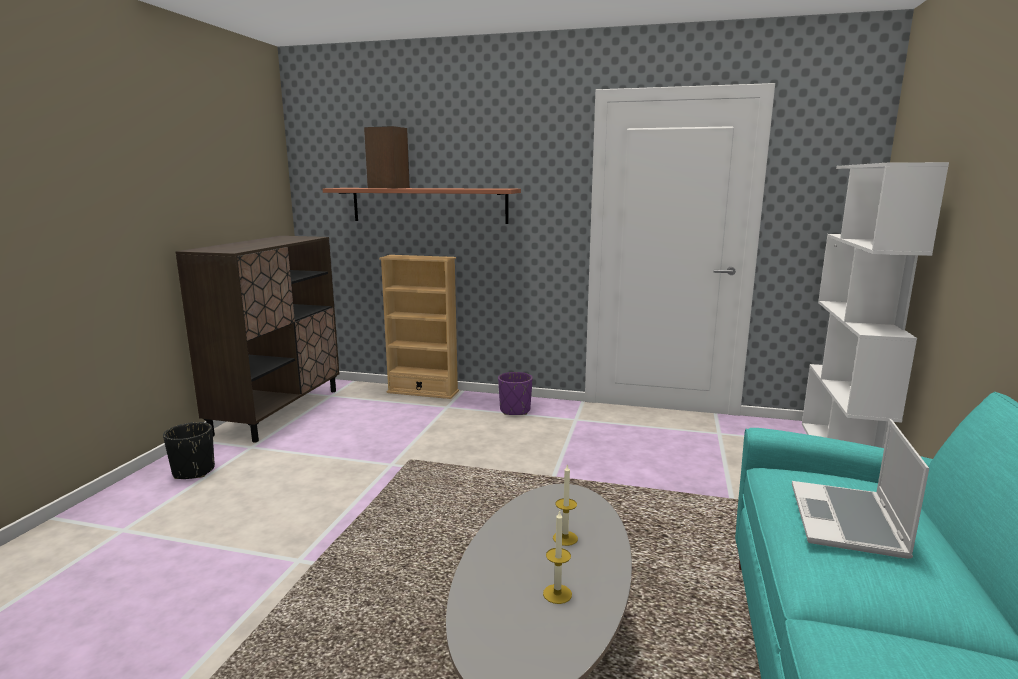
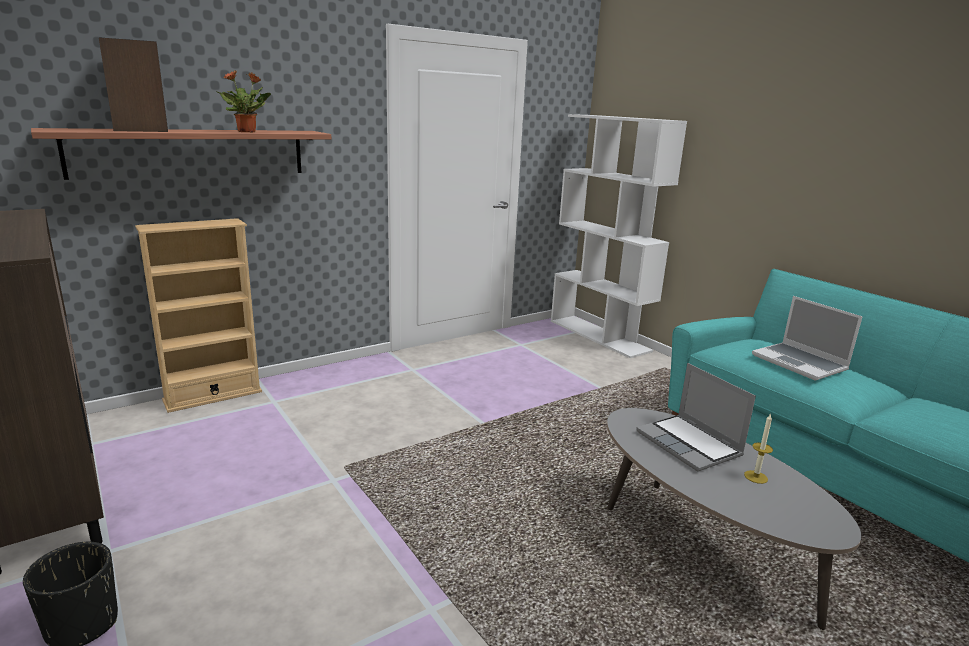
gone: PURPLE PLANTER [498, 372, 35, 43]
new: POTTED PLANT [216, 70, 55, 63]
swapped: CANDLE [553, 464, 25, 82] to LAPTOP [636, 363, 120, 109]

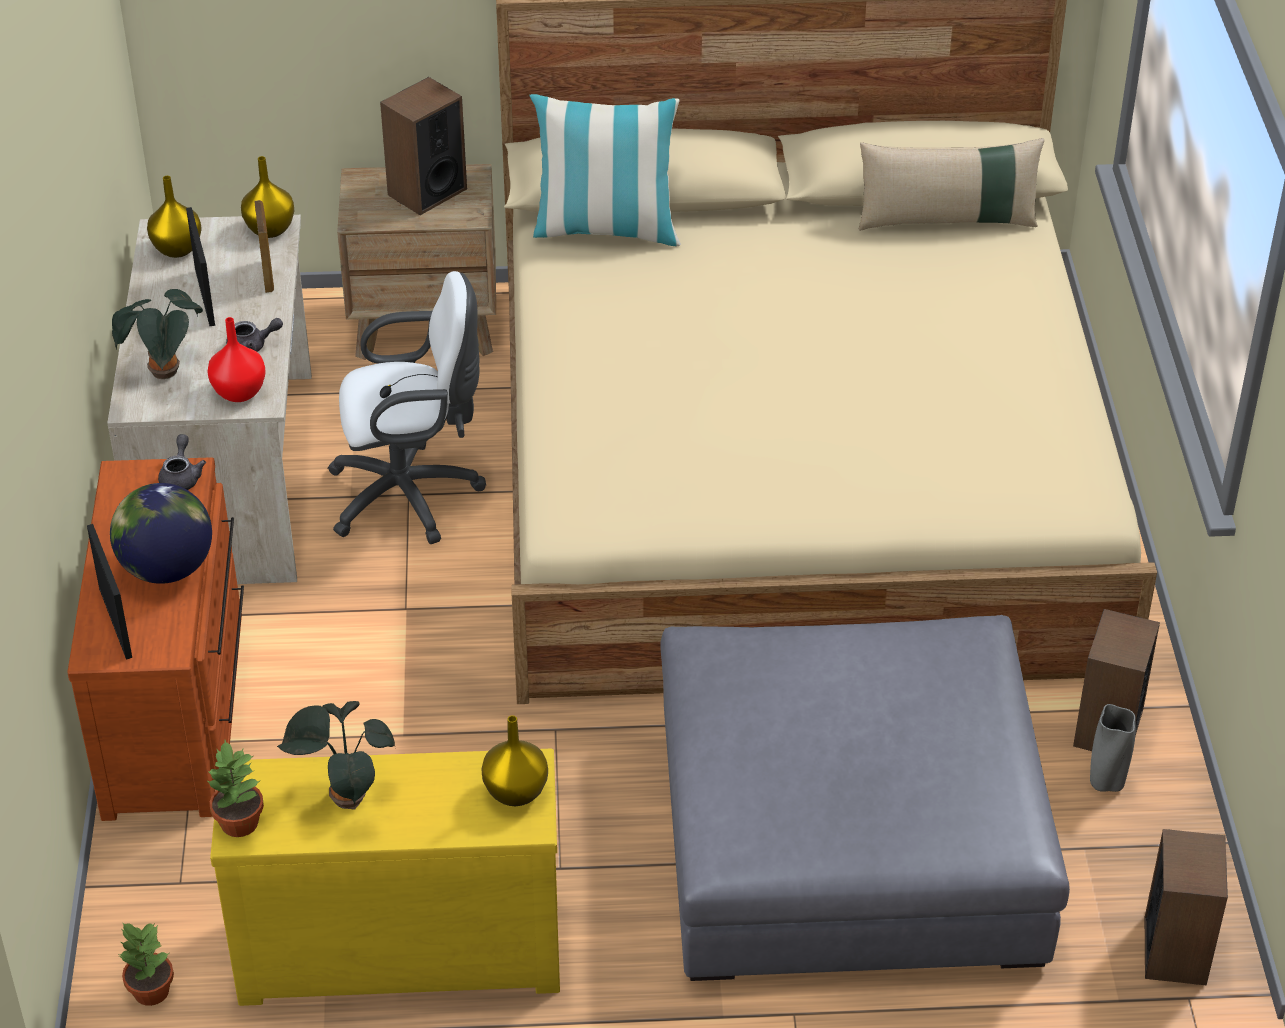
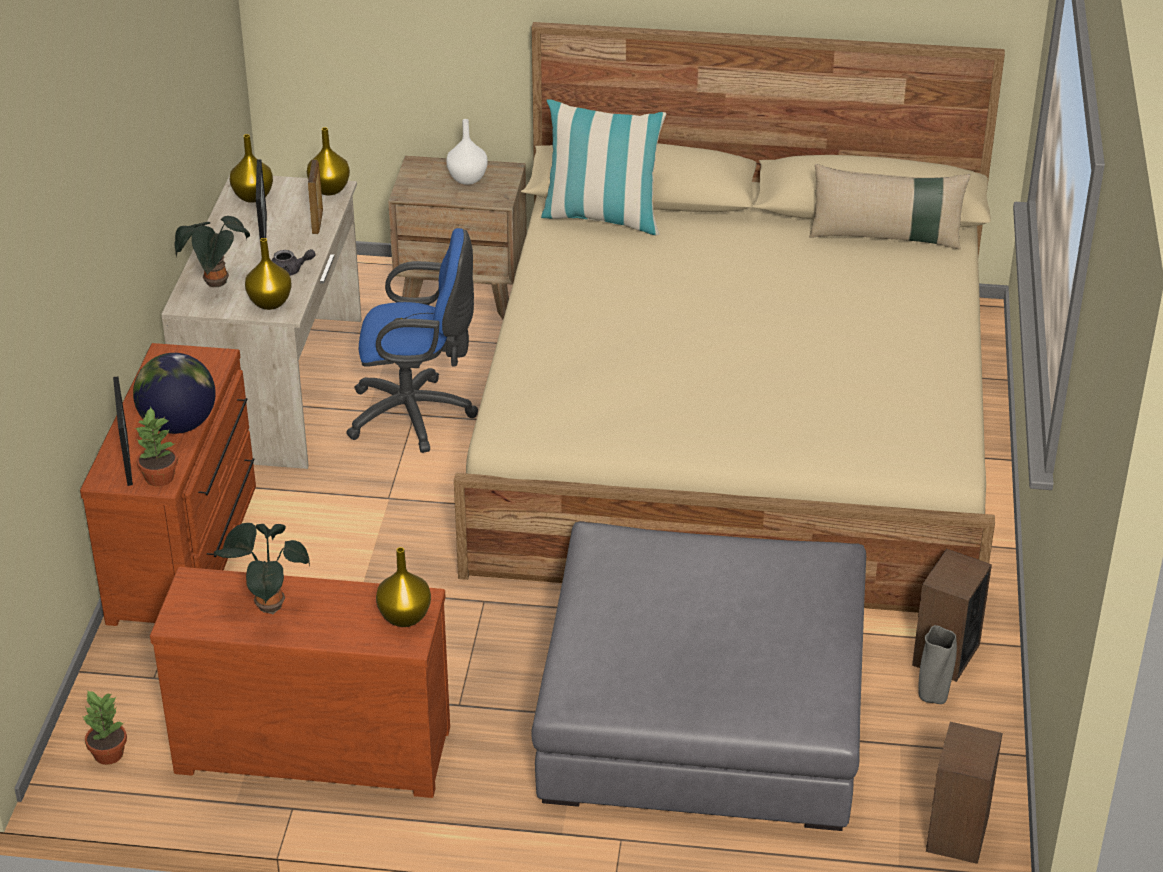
gone: GREY TEAPOT [158, 434, 48, 56]
shifted: POTTED PLANT [206, 740, 58, 97] to [135, 407, 43, 79]
swapped: SPEAKER [380, 77, 87, 138] to WHITE VASE [446, 119, 42, 66]
repainted: YELLOW DRESSER [210, 748, 350, 258] to BROWN DRESSER [150, 567, 300, 231]; RED VASE [207, 317, 59, 85] to YELLOW VASE [245, 238, 46, 72]; WHITE OFFICE CHAIR [328, 271, 158, 273] to BLUE OFFICE CHAIR [346, 228, 132, 225]

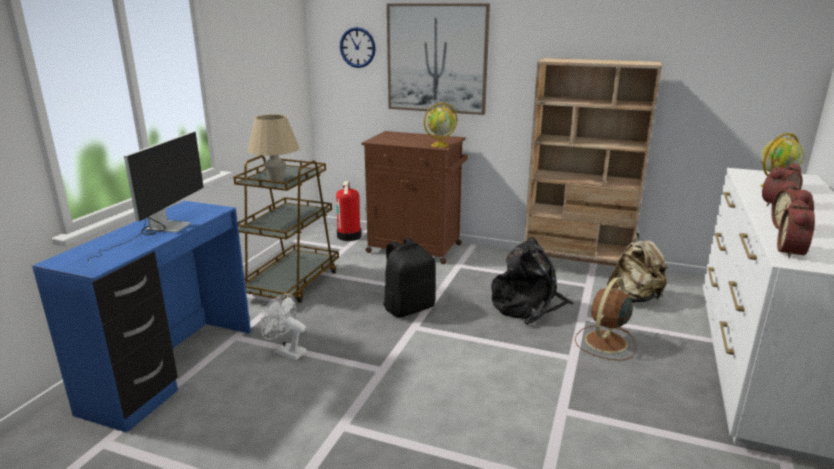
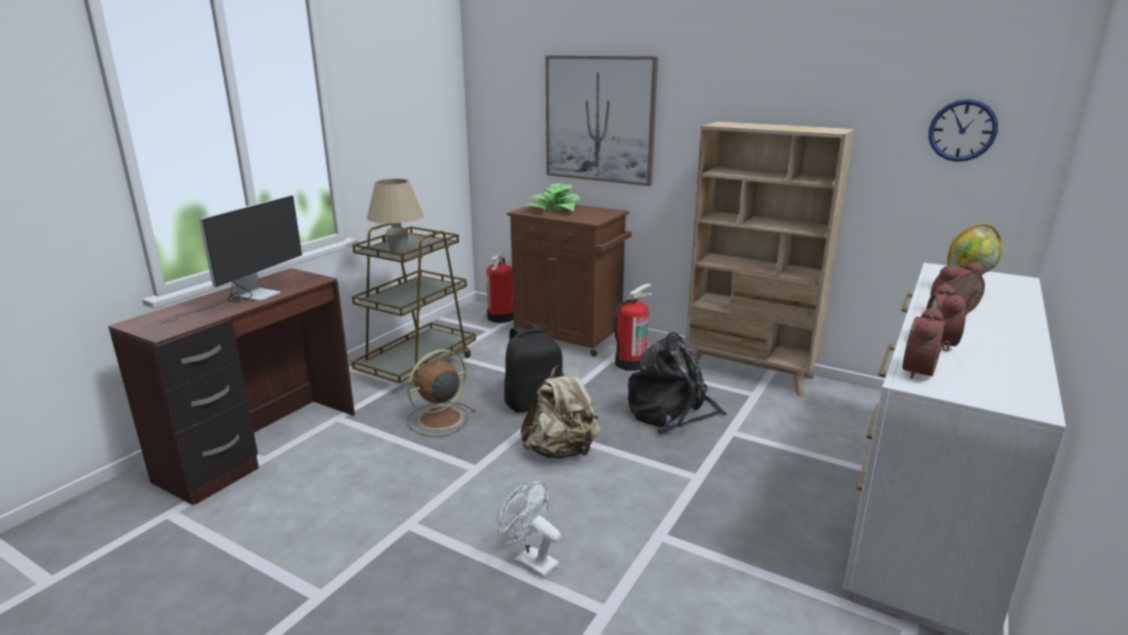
gone: GLOBE [424, 103, 34, 44]
new: POTTED PLANT [526, 183, 57, 30]; FIRE EXTINGUISHER [614, 283, 39, 88]
shifted: BROWN FAN [575, 277, 61, 84] to [407, 350, 68, 87]; WHITE FAN [261, 294, 46, 66] to [497, 481, 64, 98]; BEIGE BACKPACK [607, 233, 62, 70] to [521, 365, 80, 94]; WALL CLOCK [340, 27, 36, 41] to [928, 99, 70, 63]
repainted: BLUE DESK [32, 201, 219, 232] to BROWN DESK [108, 268, 247, 238]

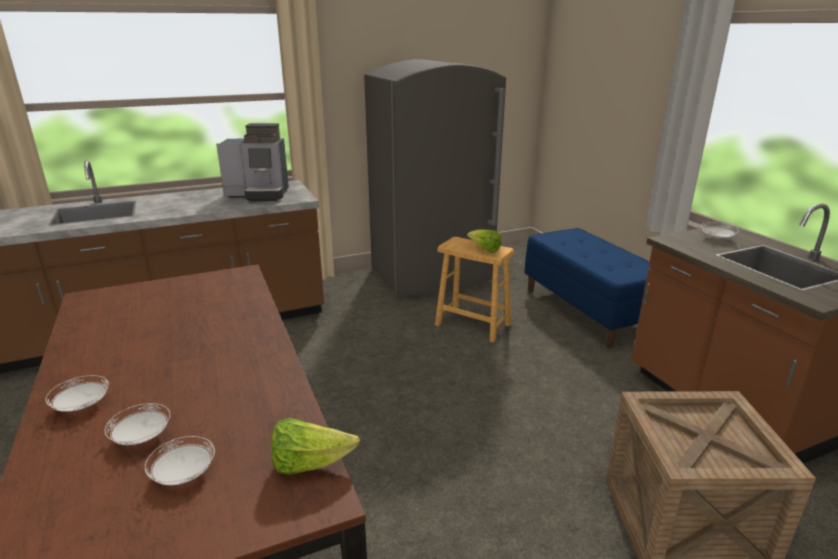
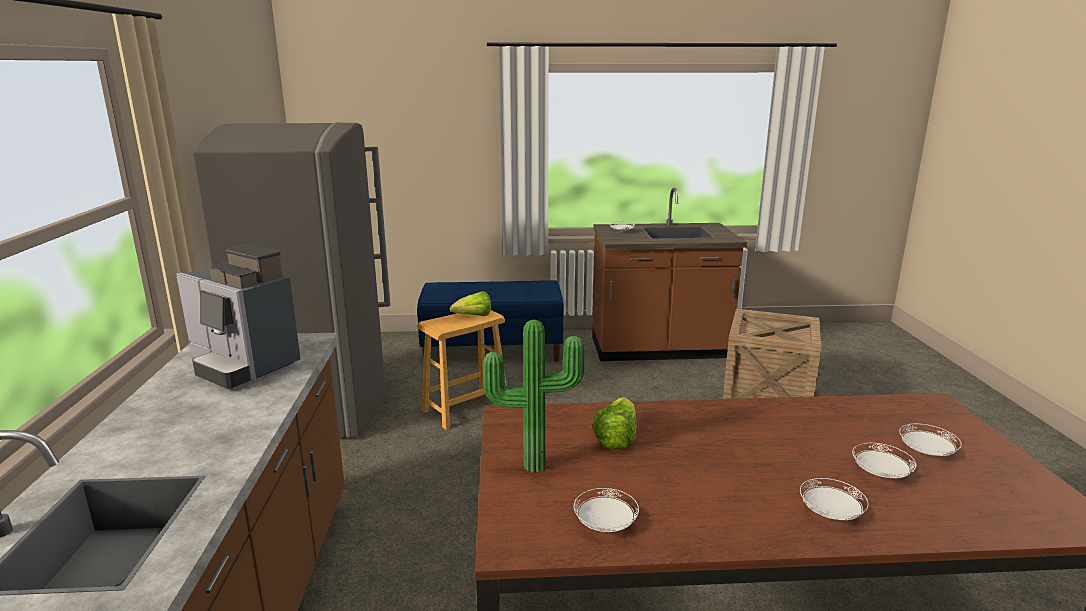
new: POTTED PLANT [483, 320, 101, 153]; WHITE PLATE [574, 488, 65, 44]
shifted: LETTUCE [271, 418, 89, 57] to [593, 397, 44, 52]
rotated: COFFEE MACHINE [216, 123, 73, 78] = [176, 244, 124, 145] 105 degrees clockwise

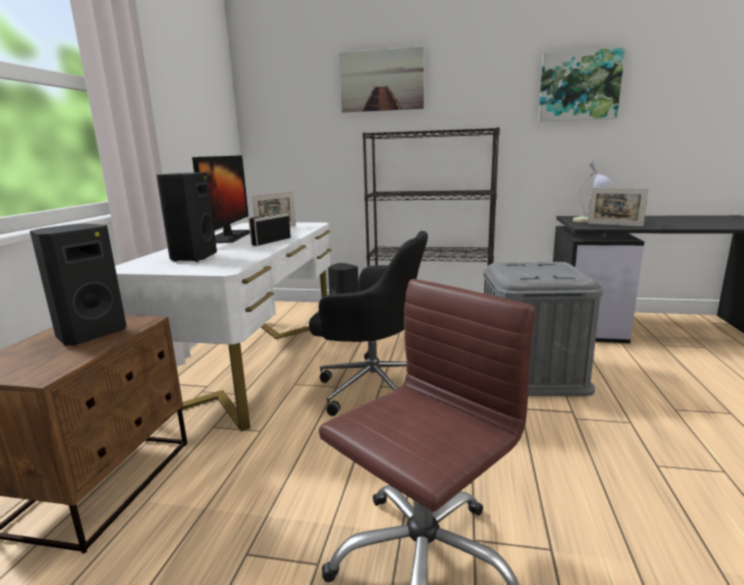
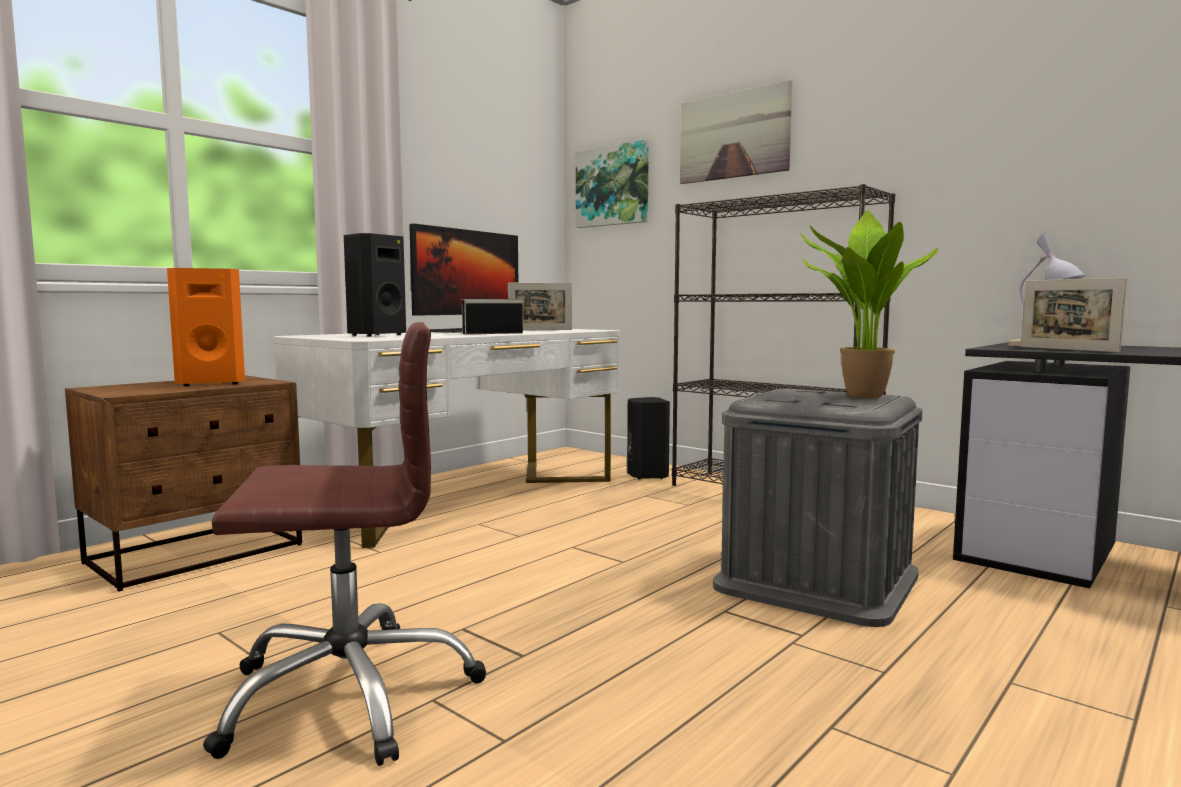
gone: BLACK OFFICE CHAIR [309, 231, 119, 185]
new: POTTED PLANT [799, 211, 140, 187]
shifted: PICTURE [538, 47, 87, 75] to [576, 140, 73, 88]
repainted: BLACK SPEAKER [30, 224, 97, 121] to ORANGE SPEAKER [167, 268, 78, 118]

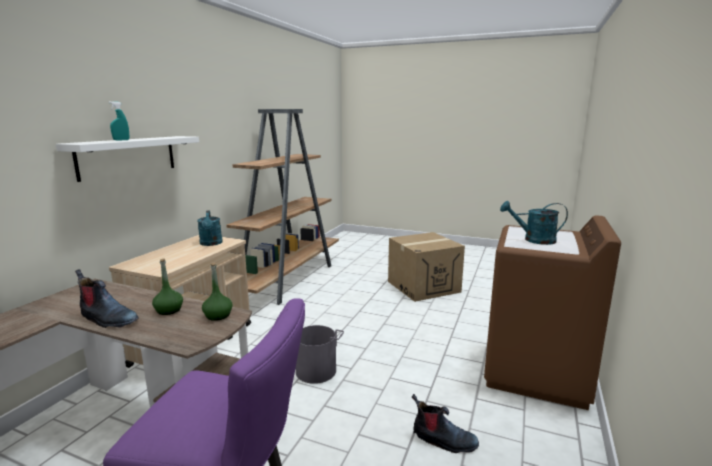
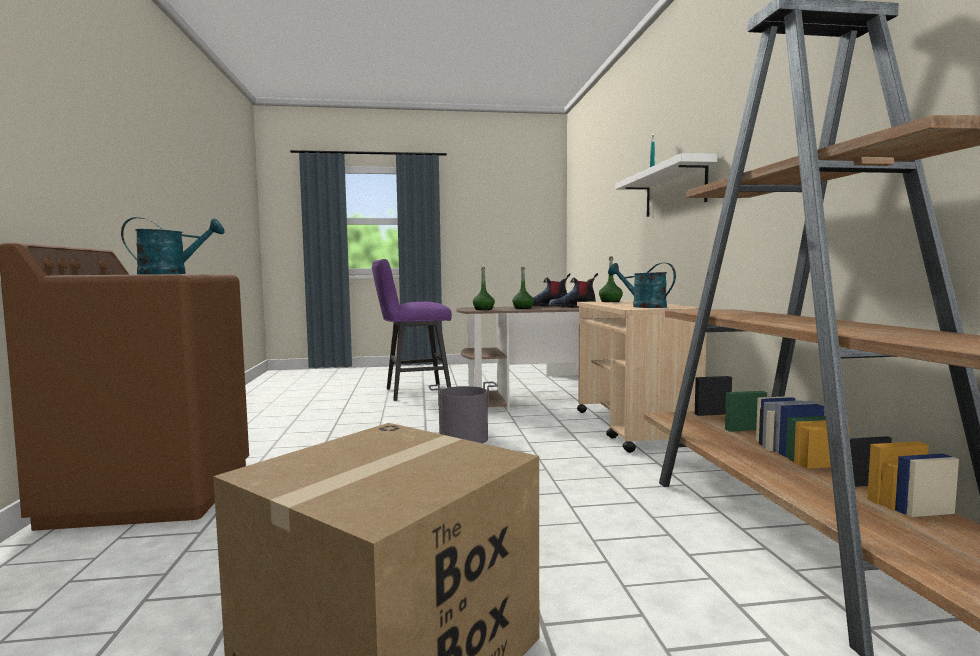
new: GREEN BOTTLE [599, 256, 24, 46]
shifted: BOOT [412, 394, 67, 59] to [548, 273, 50, 35]

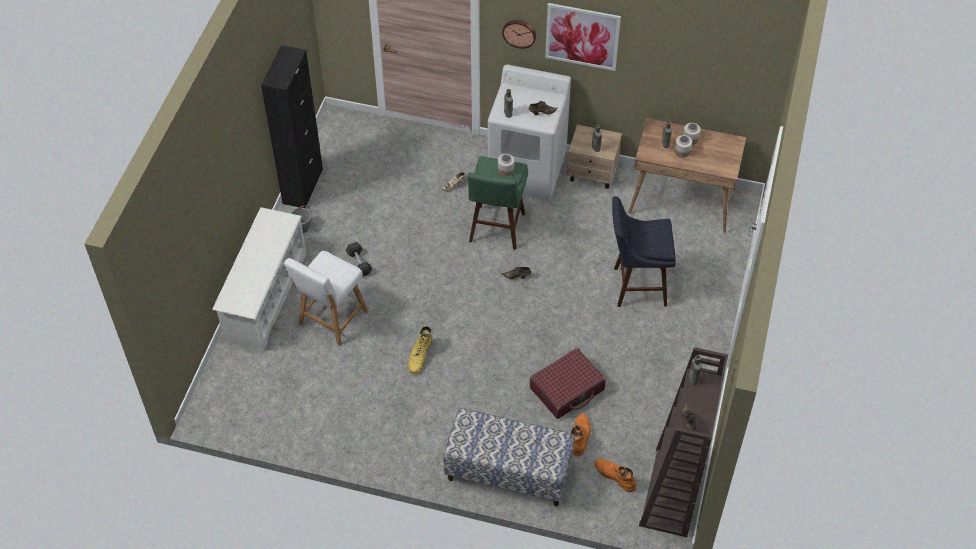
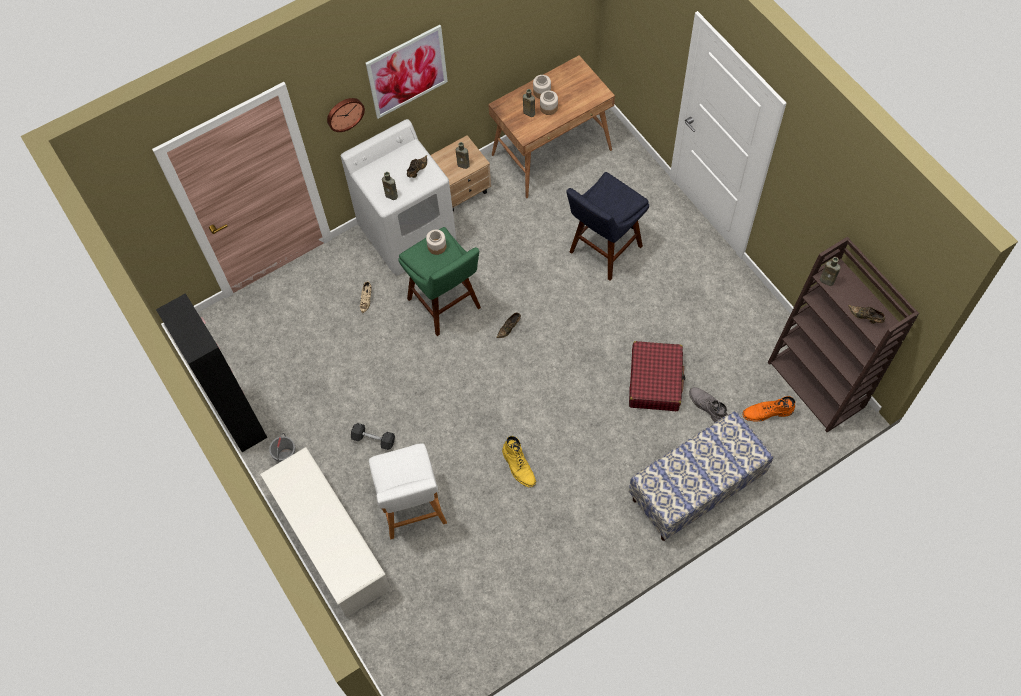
repainted: ORANGE BOOT [571, 413, 20, 43] to GREY BOOT [689, 387, 39, 35]

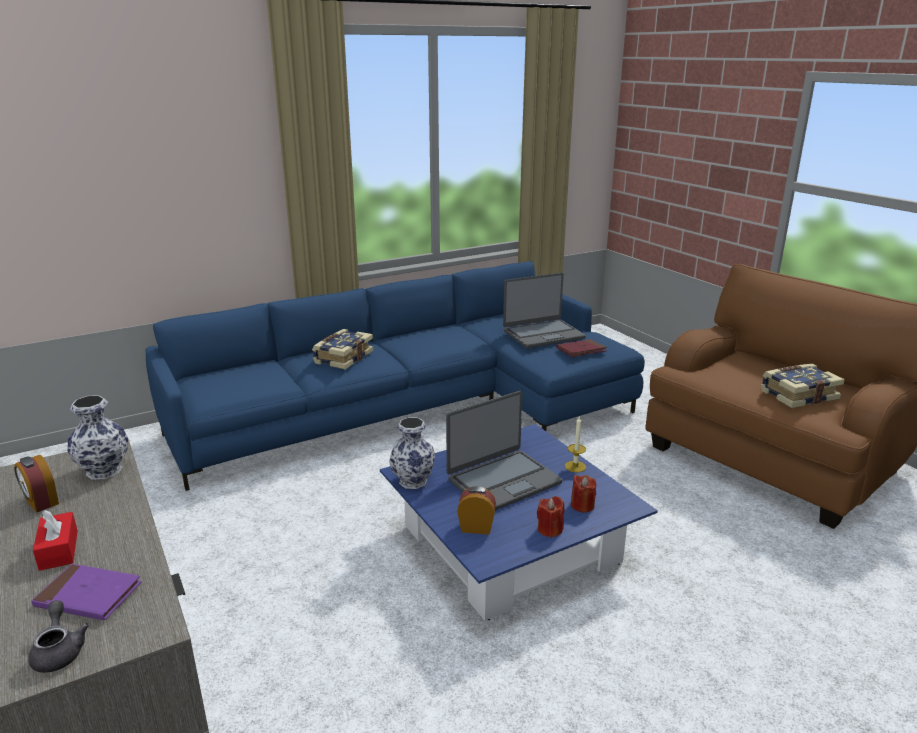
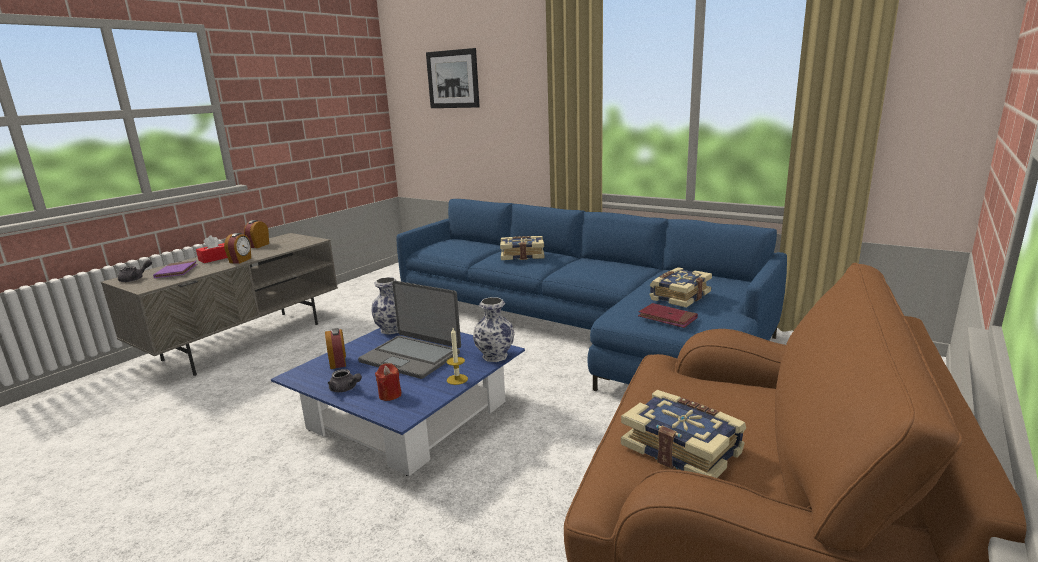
new: ALARM CLOCK [224, 233, 27, 31]; PICTURE [426, 48, 54, 60]
shifted: VASE [67, 395, 61, 85] to [473, 297, 42, 65]
swapped: RED CANDLE [537, 496, 27, 42] to GREY TEAPOT [328, 369, 34, 23]; LAPTOP [503, 273, 83, 75] to BOOK [649, 267, 63, 41]

